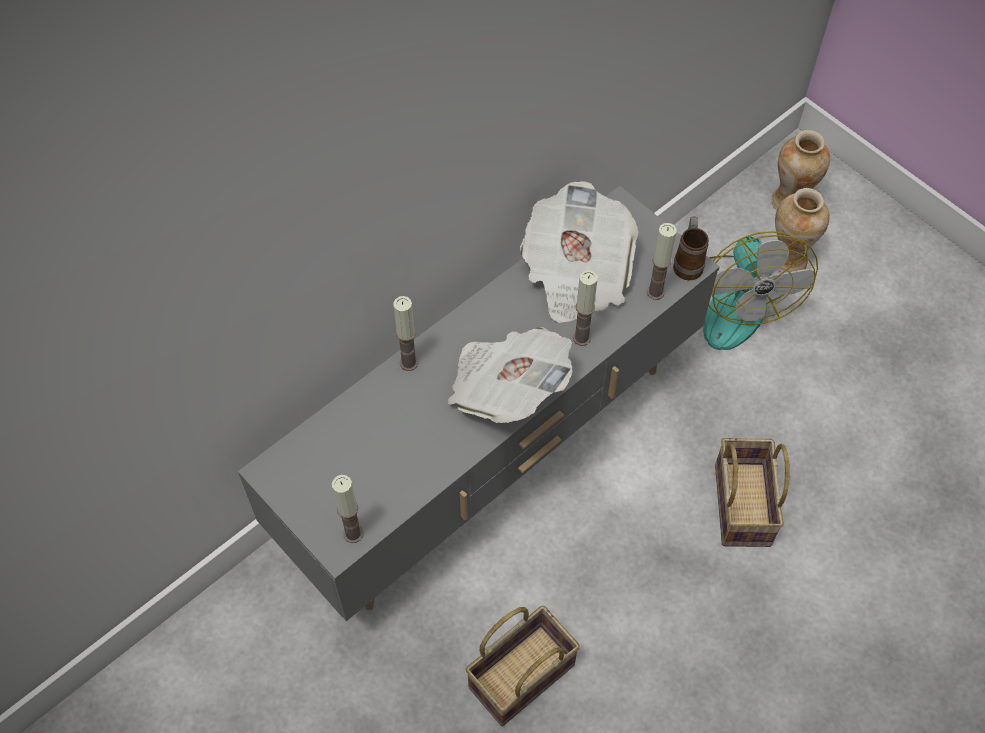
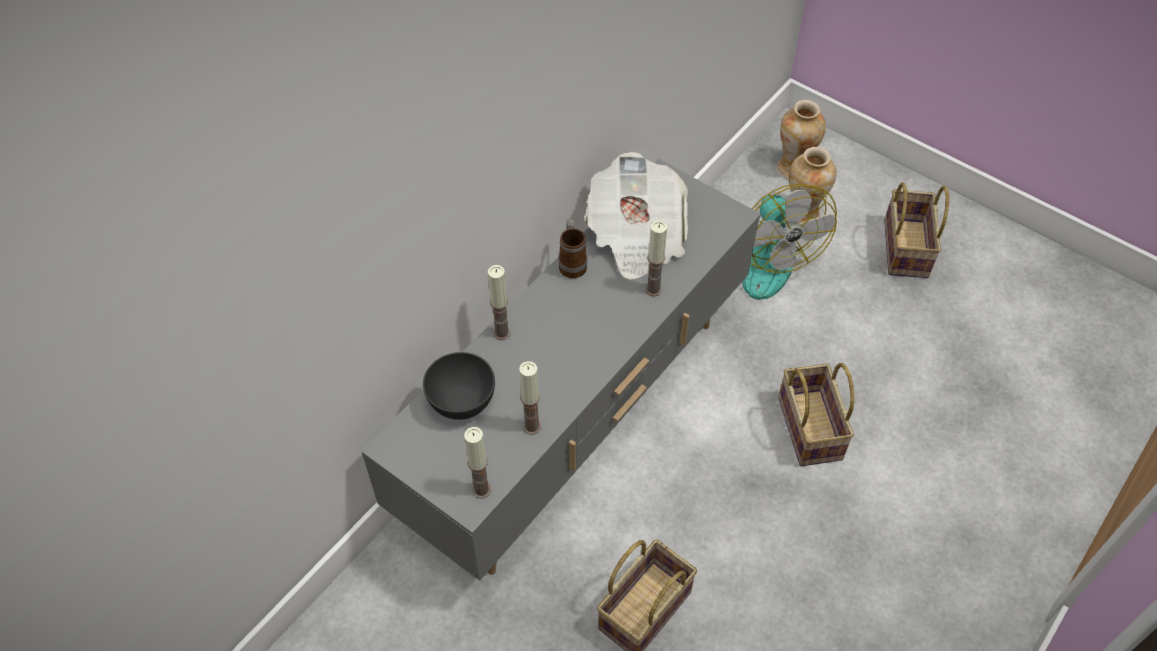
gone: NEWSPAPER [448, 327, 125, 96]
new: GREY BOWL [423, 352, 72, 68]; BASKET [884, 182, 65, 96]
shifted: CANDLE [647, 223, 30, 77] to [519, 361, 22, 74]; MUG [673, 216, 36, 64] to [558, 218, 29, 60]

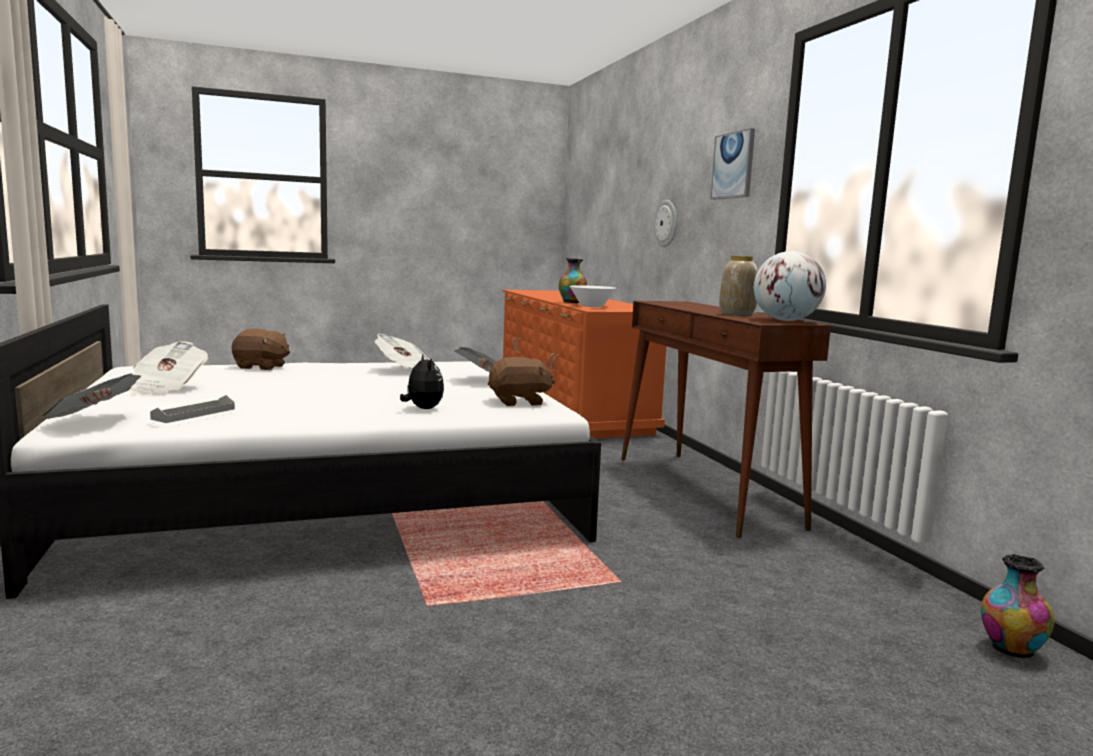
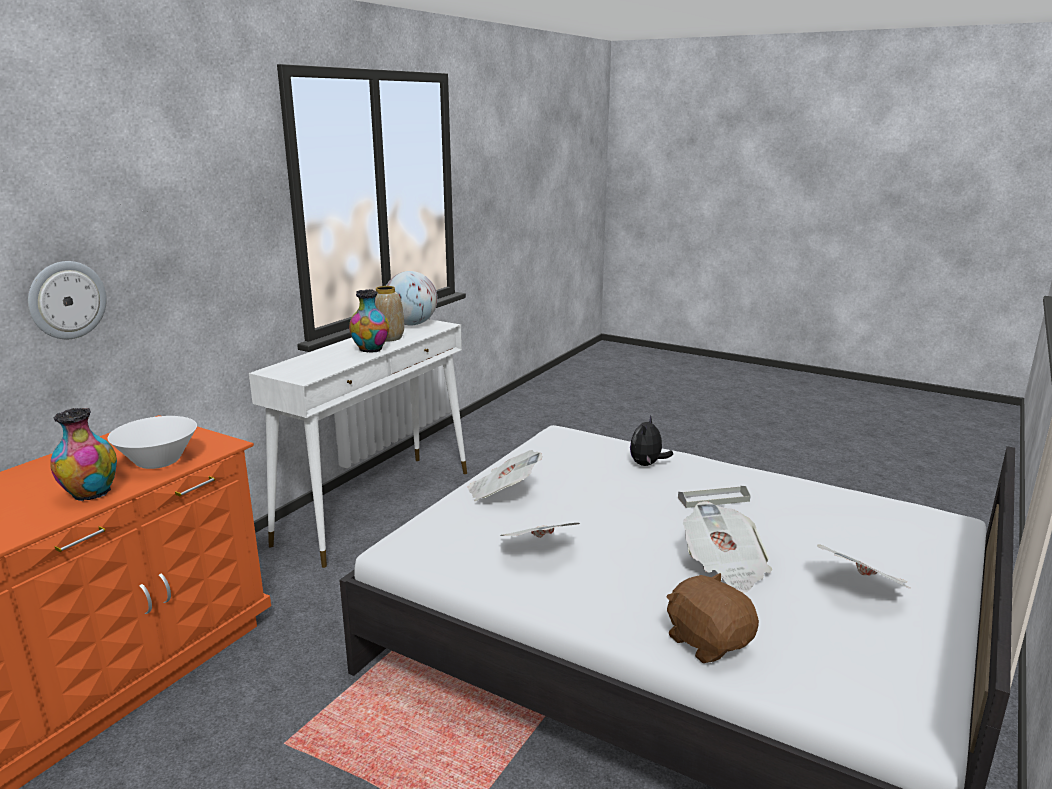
gone: BROWN PLUSH TOY [488, 357, 67, 49]; PICTURE [711, 128, 44, 72]
shifted: VASE [981, 554, 73, 104] to [349, 289, 40, 64]; GREY TRAY [150, 395, 85, 28] to [678, 486, 73, 22]; NEWSPAPER [38, 373, 103, 47] to [683, 501, 89, 92]
repainted: BROWN CONSOLE TABLE [621, 301, 210, 237] to WHITE CONSOLE TABLE [249, 319, 218, 249]

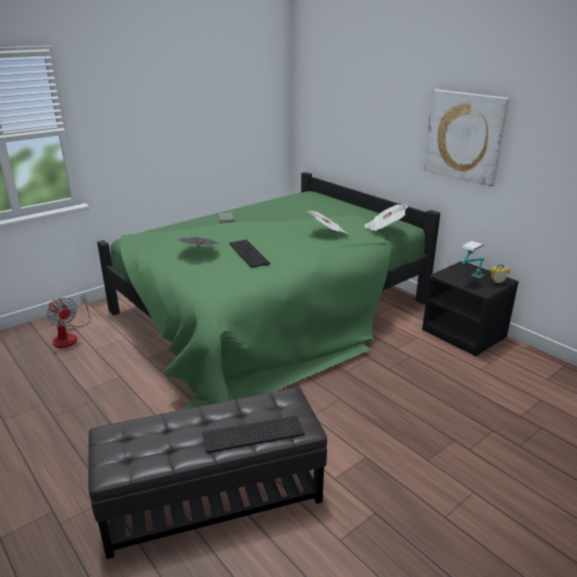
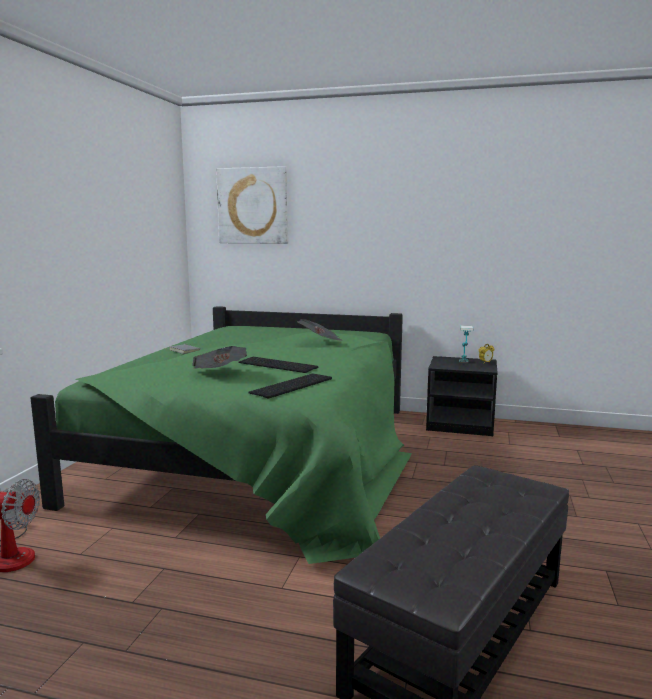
gone: NEWSPAPER [364, 204, 44, 27]
shifted: PICTURE [424, 89, 85, 98] to [216, 166, 72, 78]; KEYBOARD [202, 415, 103, 38] to [248, 374, 84, 24]

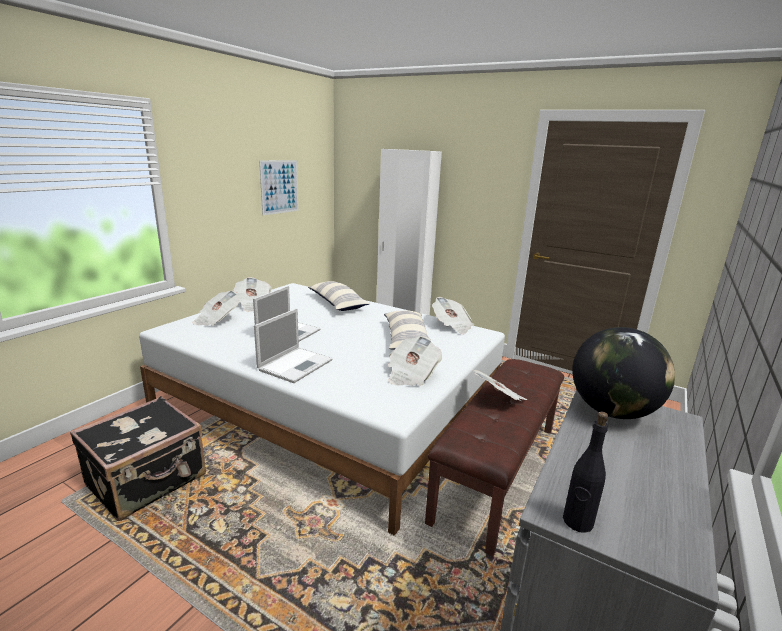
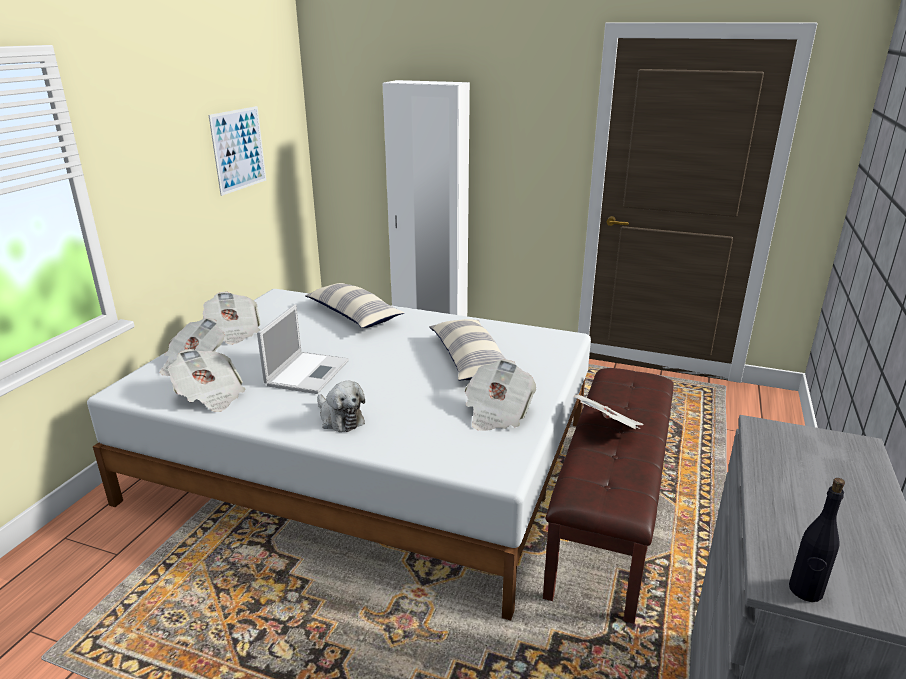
gone: BLACK SUITCASE [70, 396, 136, 125]; GLOBE [572, 327, 103, 92]
shifted: NEWSPAPER [432, 297, 42, 37] to [168, 349, 78, 63]
swapped: LAPTOP [254, 308, 79, 75] to PLUSH TOY [317, 381, 48, 51]

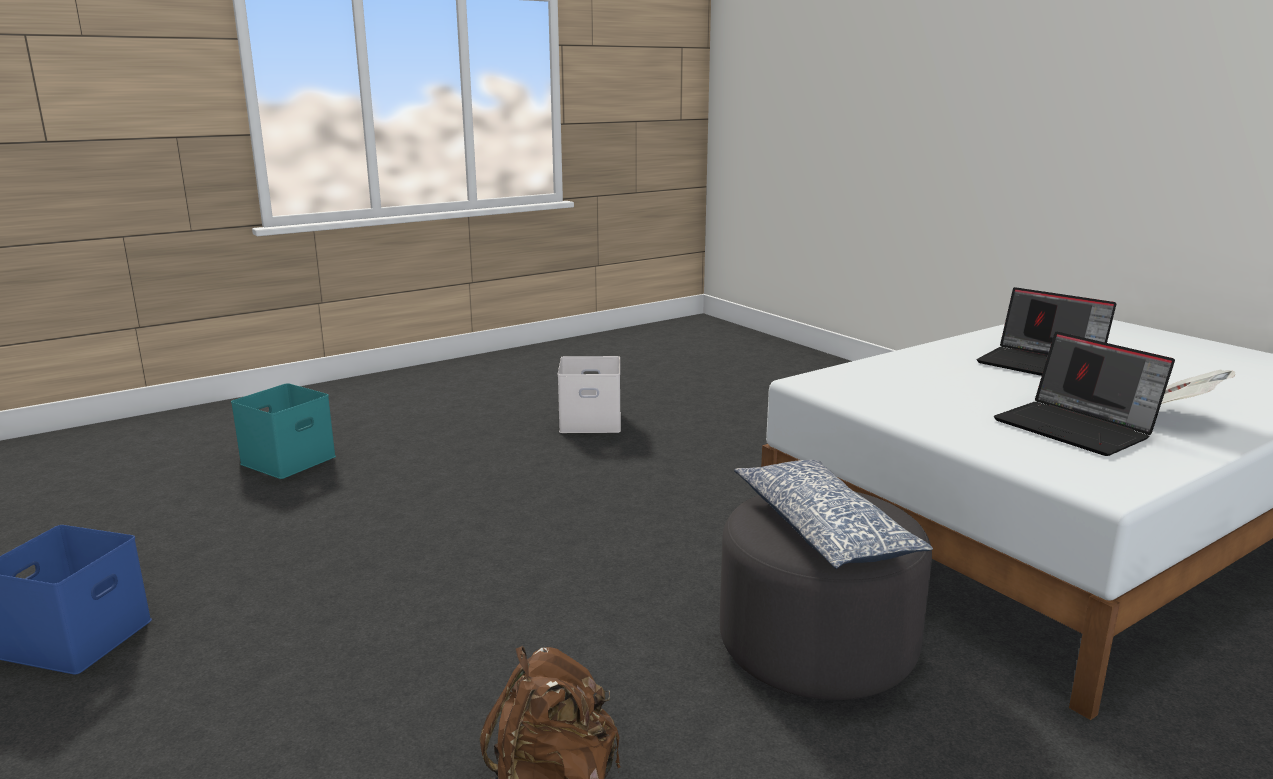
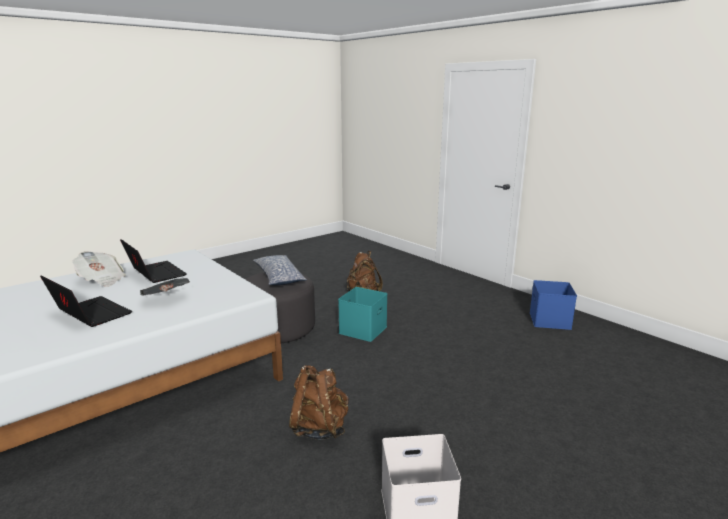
new: NEWSPAPER [140, 278, 50, 17]; BROWN BACKPACK [289, 365, 60, 75]
shifted: TURQUOISE STORAGE BOX [231, 383, 105, 96] to [338, 287, 49, 55]

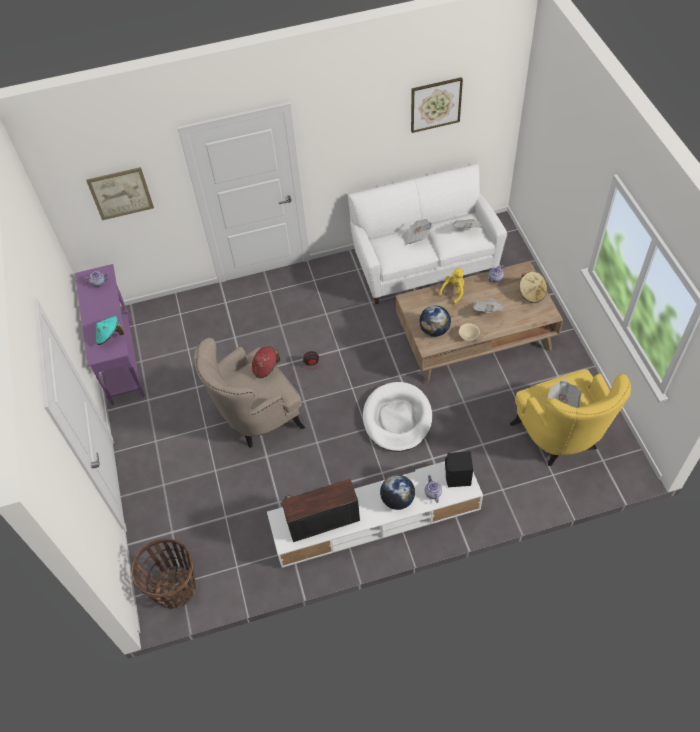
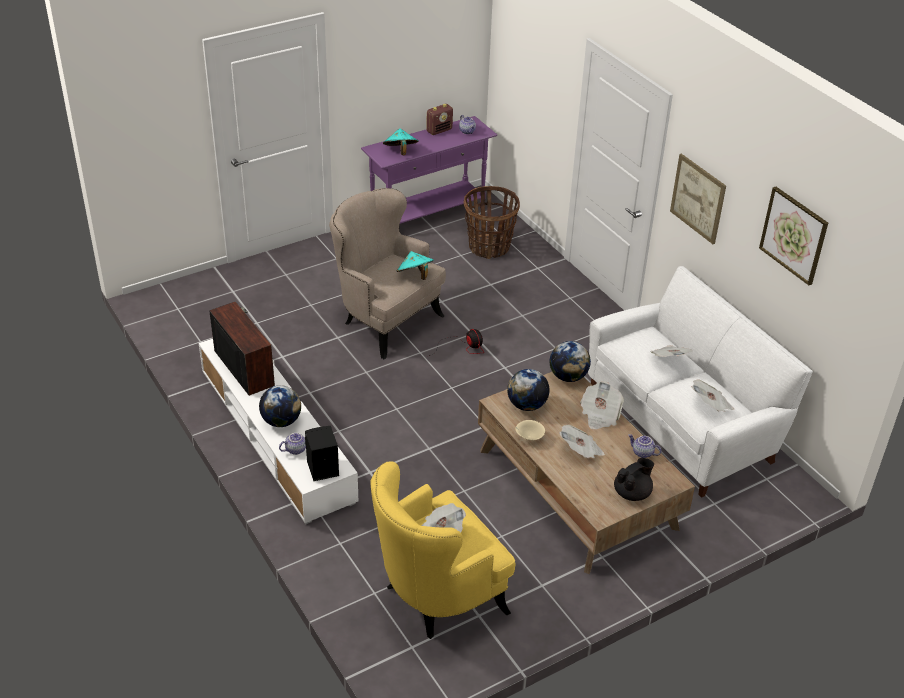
gone: WHITE DOG BED [363, 382, 69, 70]
new: RADIO [426, 104, 27, 31]; GLOBE [550, 341, 41, 41]
shifted: BASKET [132, 539, 64, 70] to [463, 186, 57, 73]; PICTURE [86, 167, 68, 53] to [670, 154, 56, 90]
swapped: YELLOW PLUSH TOY [439, 268, 25, 37] to NEWSPAPER [580, 381, 44, 48]; BEIGE HAT [519, 271, 28, 32] to BLACK TEAPOT [614, 458, 40, 43]
repainted: RED HAT [252, 346, 28, 32] to TURQUOISE HAT [397, 251, 37, 29]

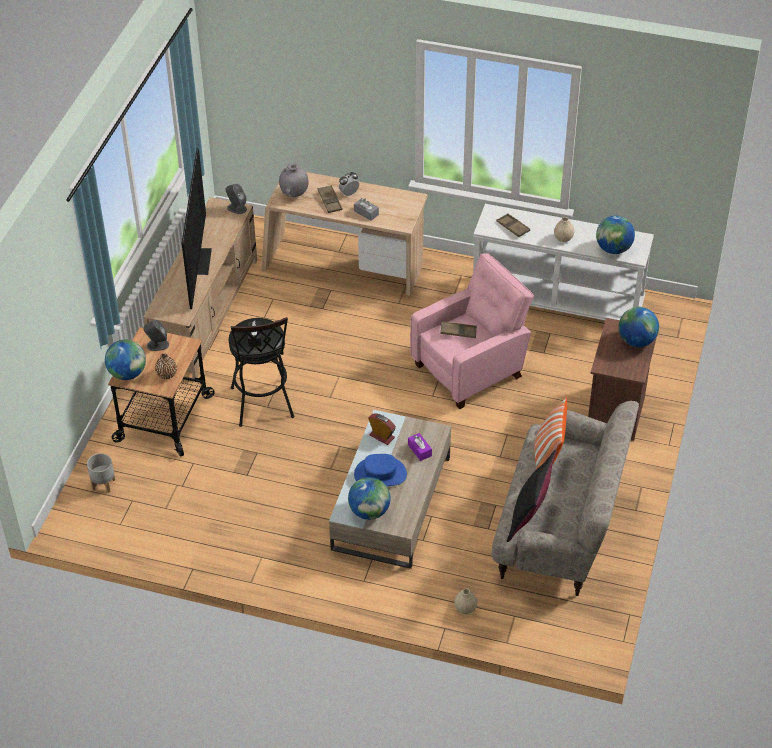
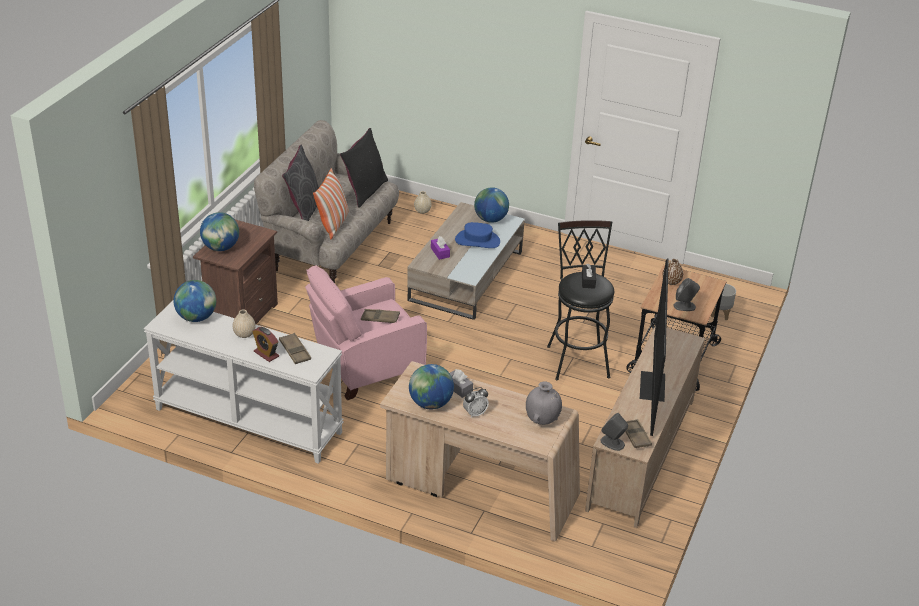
new: GREY PILLOW [282, 145, 37, 76]
shifted: ALARM CLOCK [368, 413, 28, 32] to [252, 327, 27, 35]; GLOBE [105, 340, 41, 40] to [409, 364, 45, 45]; BROWN TRAY [318, 185, 25, 28] to [625, 419, 27, 29]

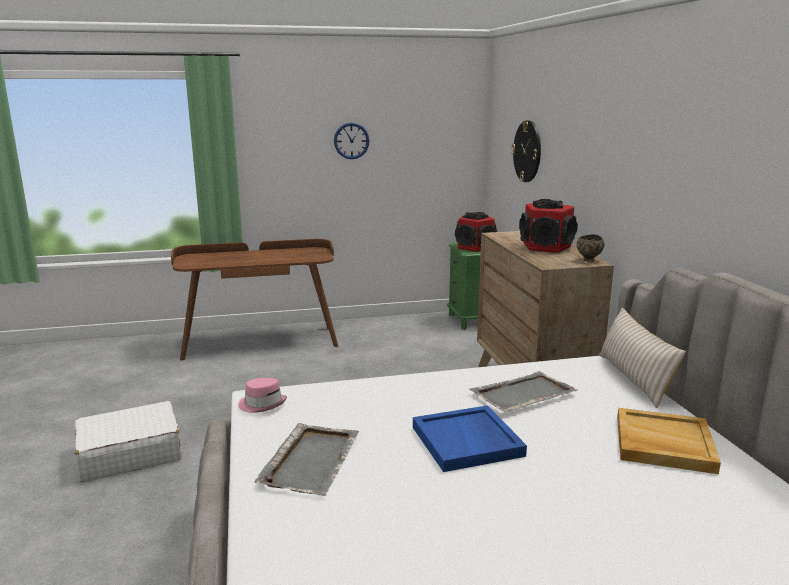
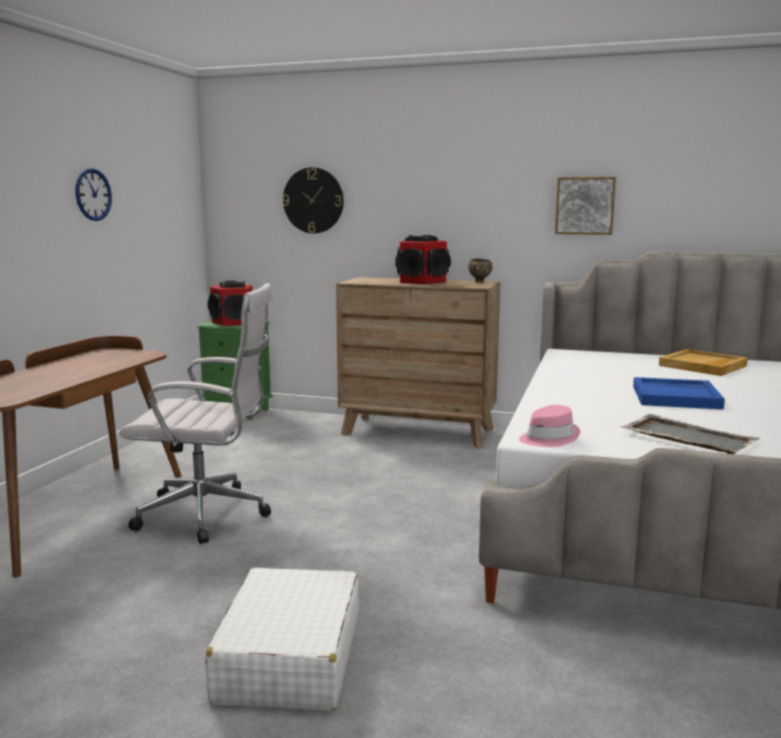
gone: GREY TRAY [469, 371, 108, 41]; BEIGE PILLOW [599, 308, 87, 100]
new: WHITE OFFICE CHAIR [119, 283, 154, 261]; PICTURE [555, 177, 61, 58]

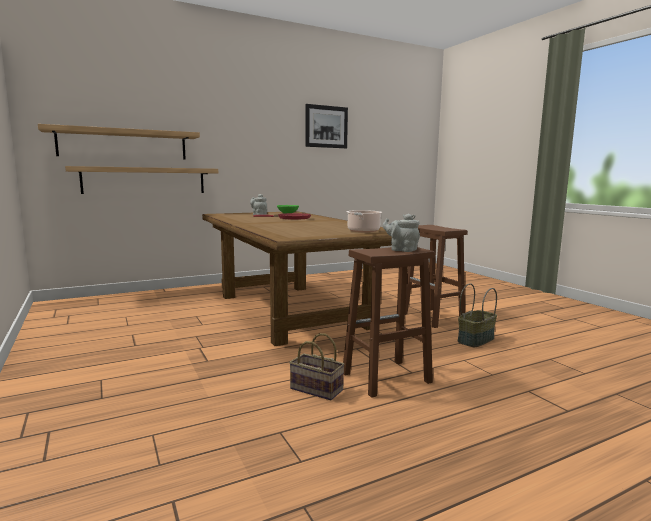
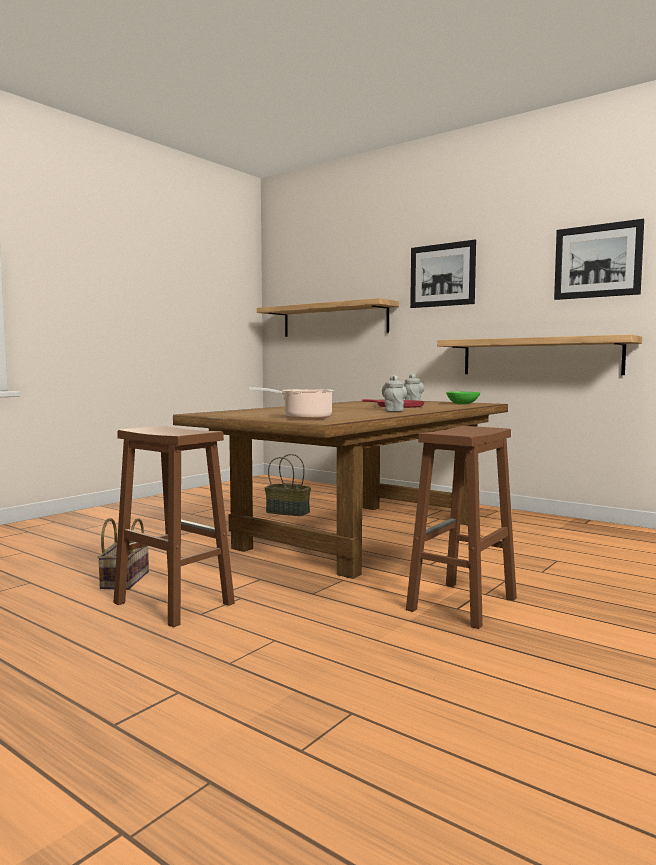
new: PICTURE [410, 240, 66, 68]
shifted: BASKET [458, 283, 39, 64] to [265, 454, 46, 62]; GREY TEAPOT [383, 214, 37, 38] to [382, 375, 25, 36]; SHELF [65, 166, 153, 28] to [437, 335, 205, 40]

